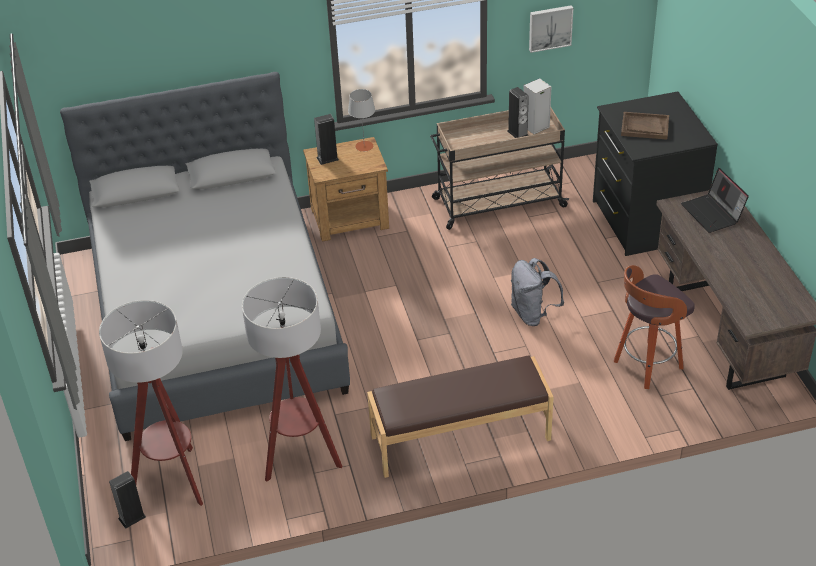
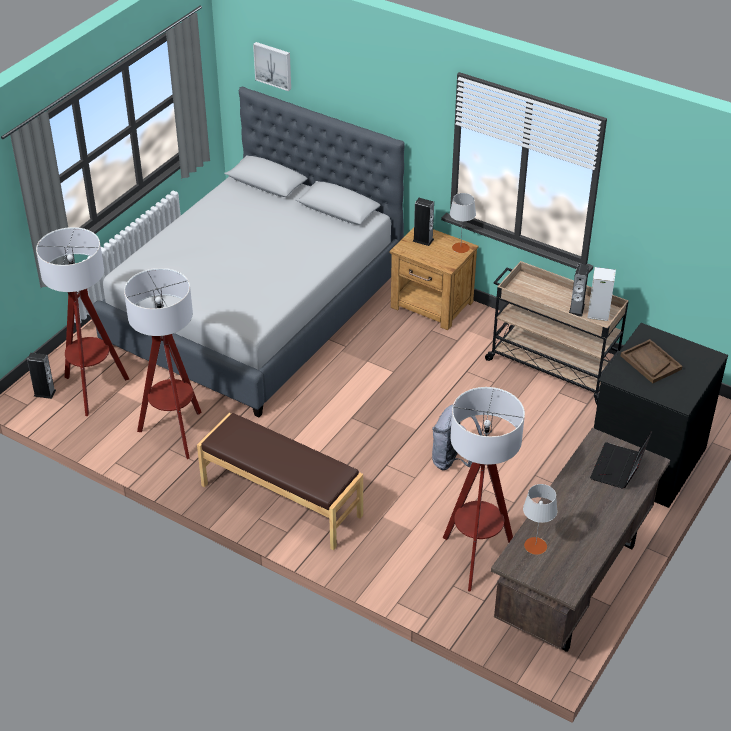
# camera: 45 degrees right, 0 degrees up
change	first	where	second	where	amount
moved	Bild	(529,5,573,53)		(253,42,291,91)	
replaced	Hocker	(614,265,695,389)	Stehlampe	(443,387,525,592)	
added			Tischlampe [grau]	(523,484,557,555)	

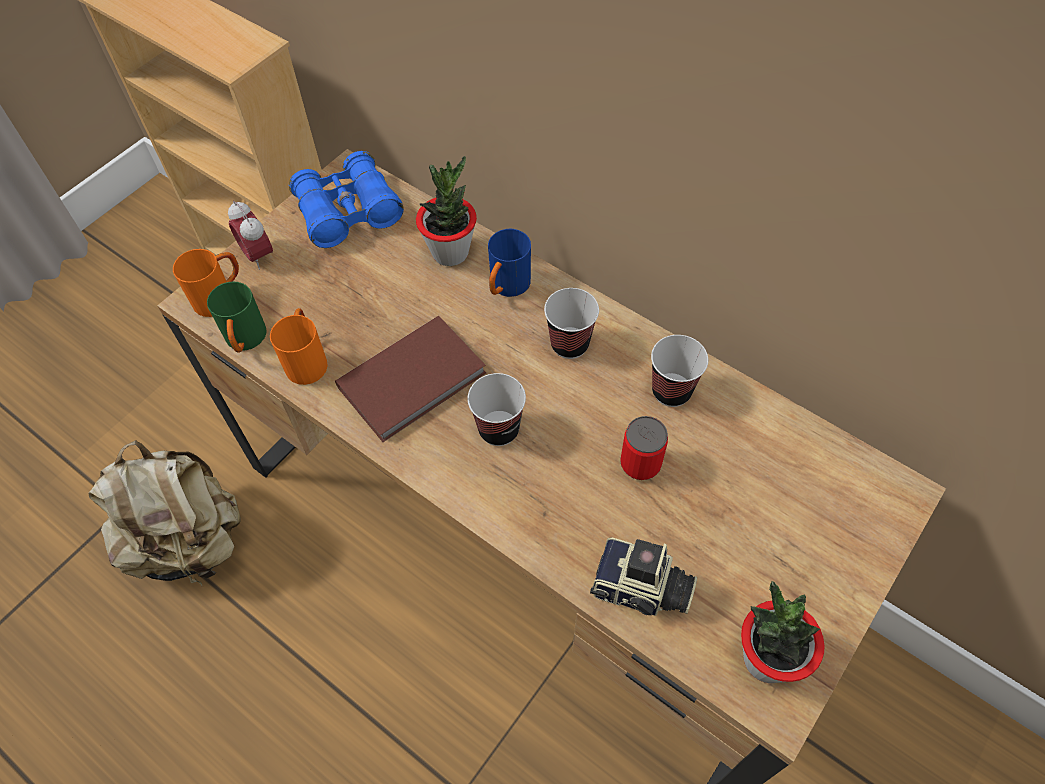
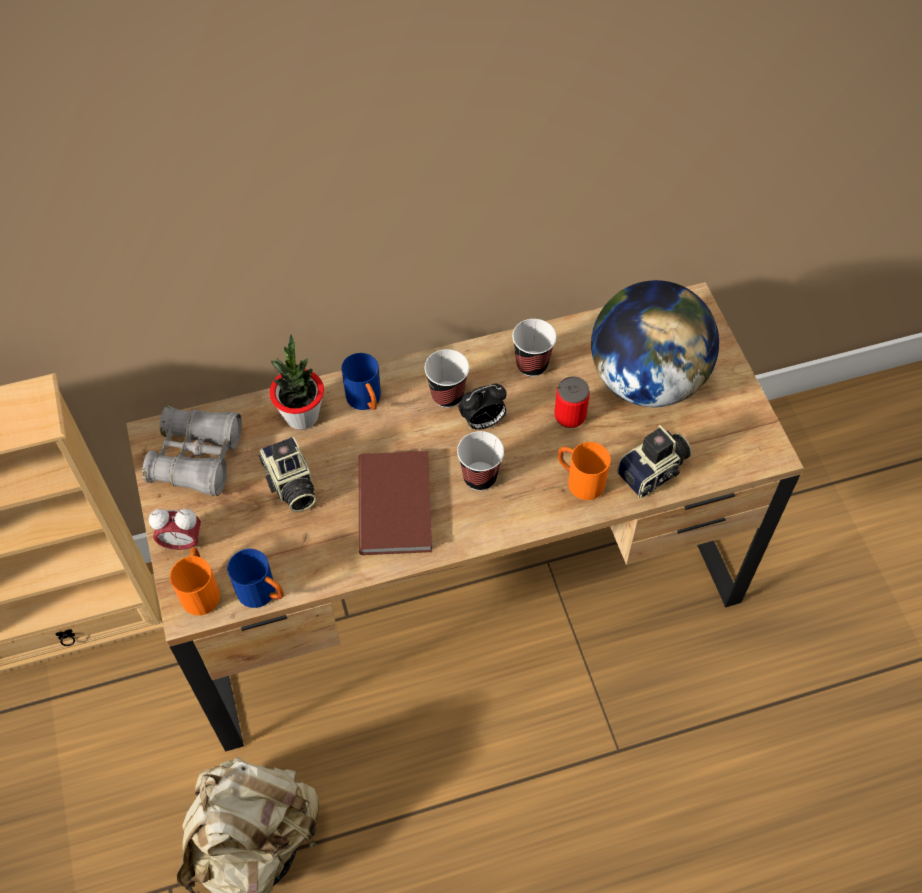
# camera: 55 degrees left, 0 degrees up
change	first	where	second	where	amount
recoloured	Fernglas [blau]	(289,151,404,248)	Fernglas [grau]	(142,405,242,496)	
recoloured	Henkelbecher [grün]	(207,282,267,353)	Henkelbecher [blau]	(227,549,284,608)	
moved	Henkelbecher [orange]	(270,308,328,385)		(558,442,611,500)	
removed	Topfpflanze	(741,581,825,683)			
added			Globus	(591,280,719,407)	
added			Wecker	(459,384,507,430)	
added			Kamera	(258,436,316,512)	

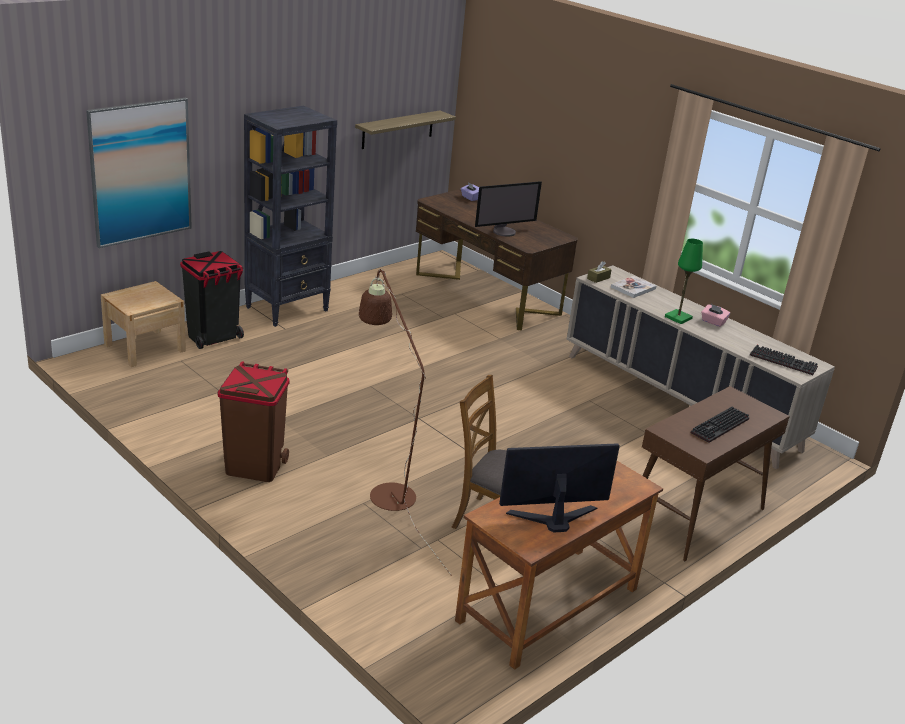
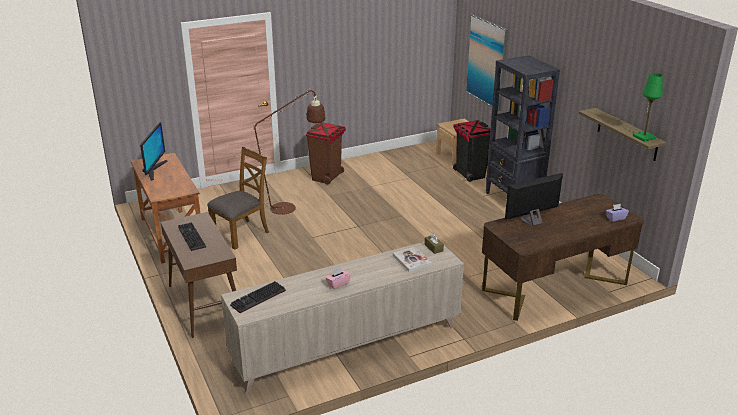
# camera: 110 degrees right, 0 degrees up
change	first	where	second	where	amount
turned	Monitor	(475,181,542,237)		(505,173,563,226)	75 degrees clockwise
moved	Tischlampe [grün]	(665,239,703,324)		(633,73,663,142)	

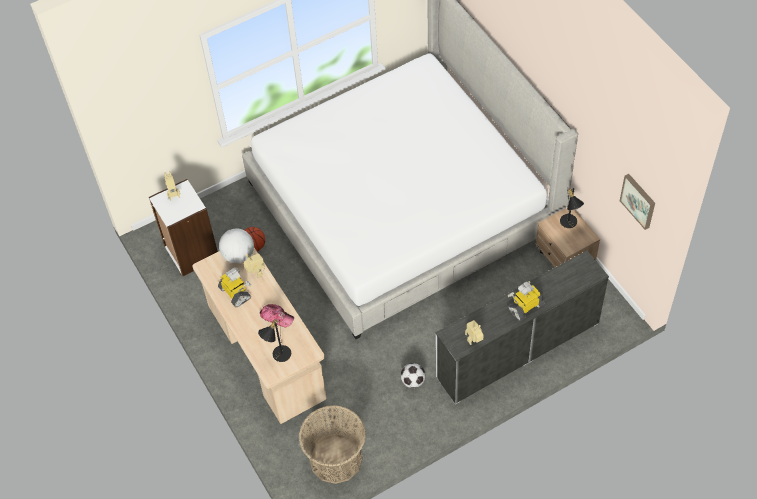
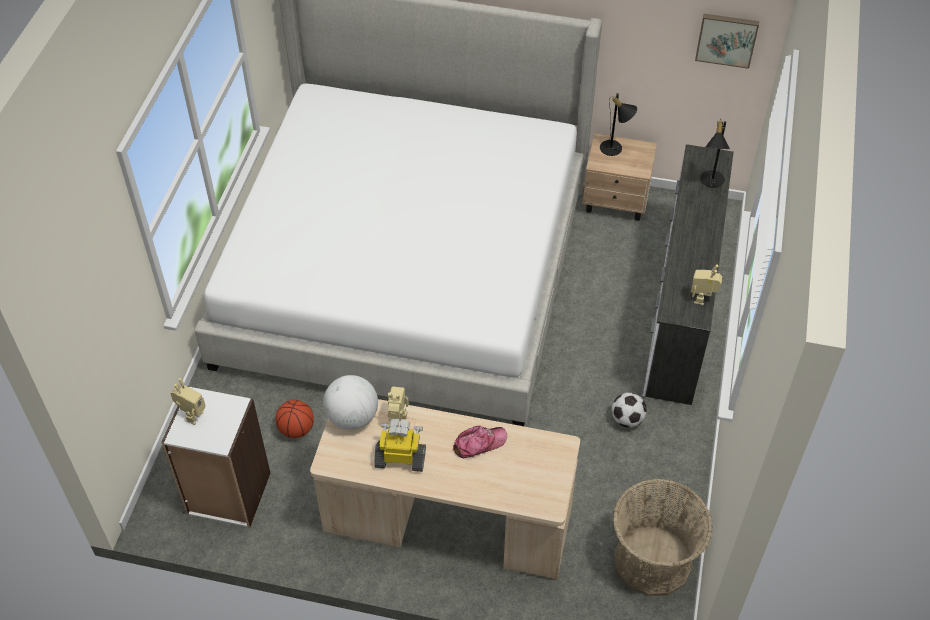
# camera: 50 degrees left, 5 degrees down
change	first	where	second	where	amount
removed	Spielzeugroboter	(508,281,545,321)			
moved	Tischlampe [schwarz]	(258,319,291,362)		(700,118,730,188)	

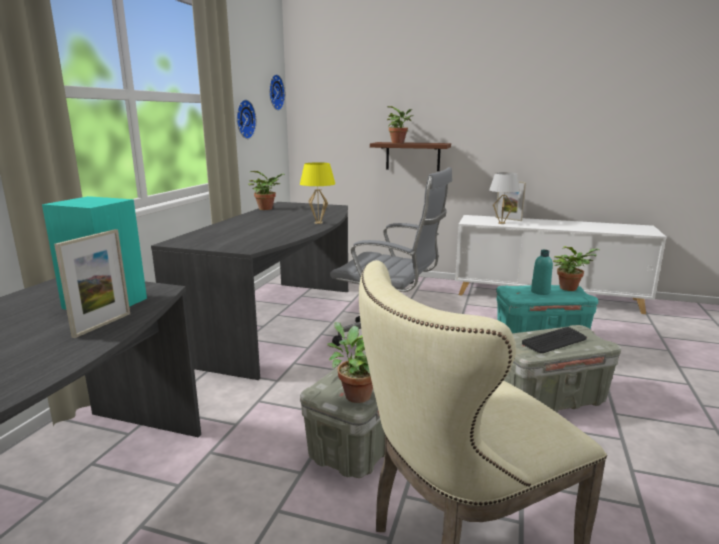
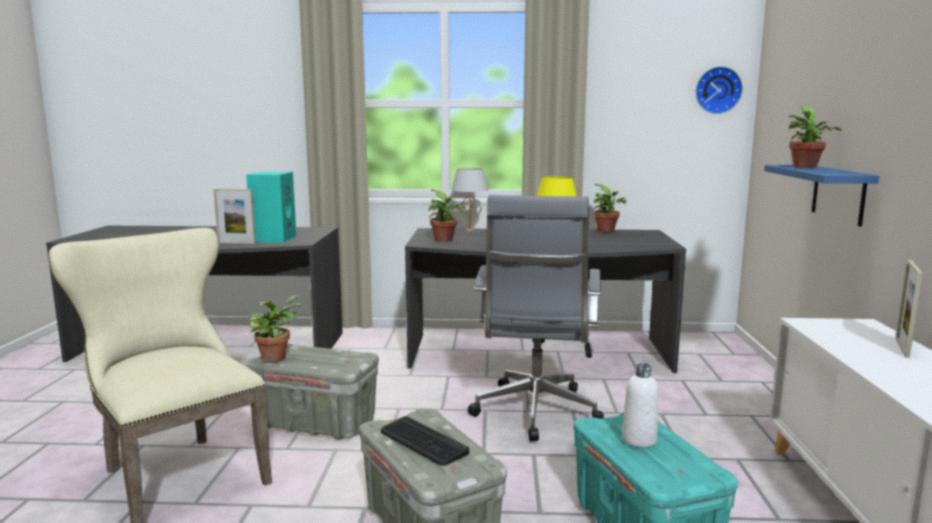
# camera: 75 degrees right, 5 degrees down
change	first	where	second	where	amount
removed	Wanduhr	(237,99,257,139)			
recoloured	Wandregal [braun]	(370,142,451,171)	Wandregal [blau]	(764,165,879,226)	
moved	Tischlampe [weiß]	(489,172,520,224)		(451,168,488,232)	
moved	Topfpflanze	(553,246,599,291)		(428,190,466,242)	
recoloured	Flasche [türkis]	(531,250,553,295)	Flasche [weiß]	(622,363,658,447)	

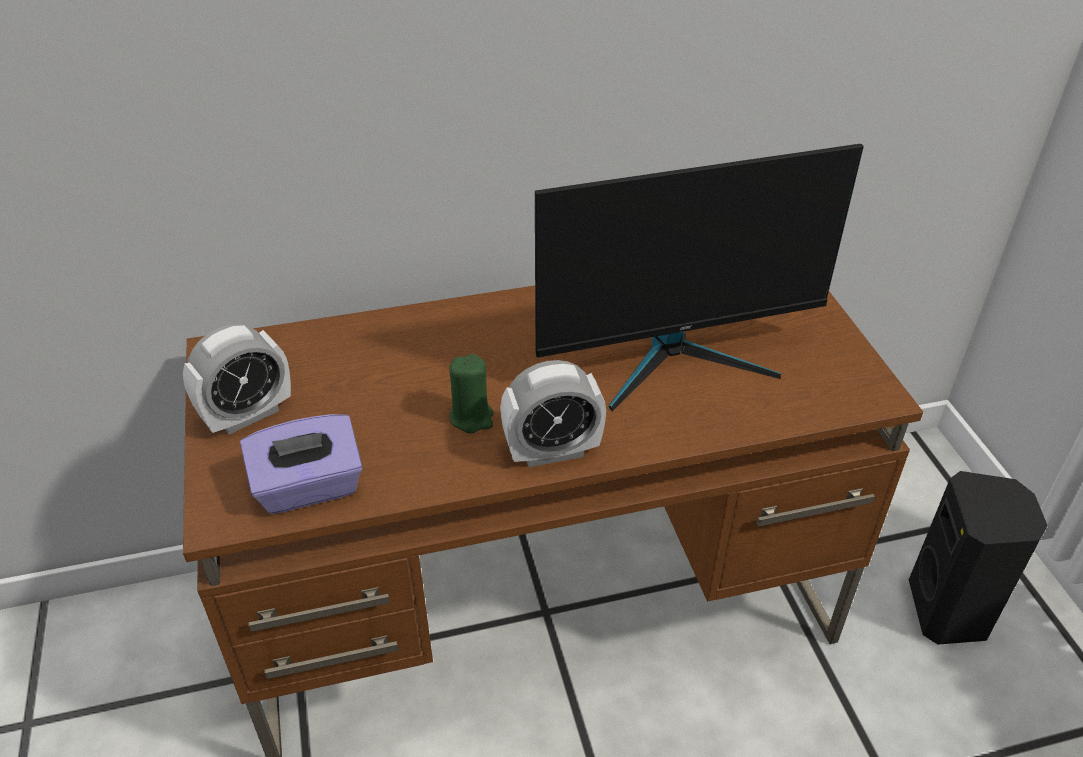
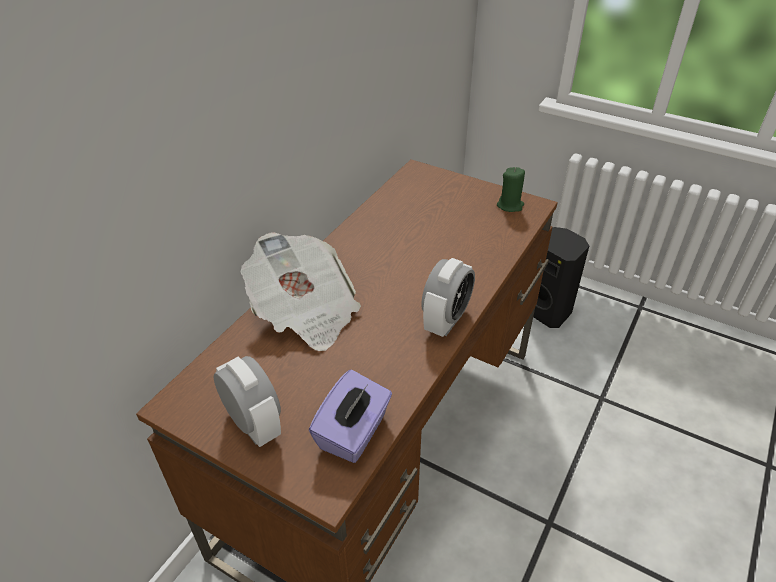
# camera: 45 degrees left, 0 degrees up
change	first	where	second	where	amount
removed	Monitor	(535,144,864,411)			
turned	Wecker	(183,324,291,435)		(214,356,281,447)	45 degrees counterclockwise
moved	Kerze [grün]	(449,354,493,434)		(497,167,525,212)	
added			Zeitung	(241,232,361,351)	

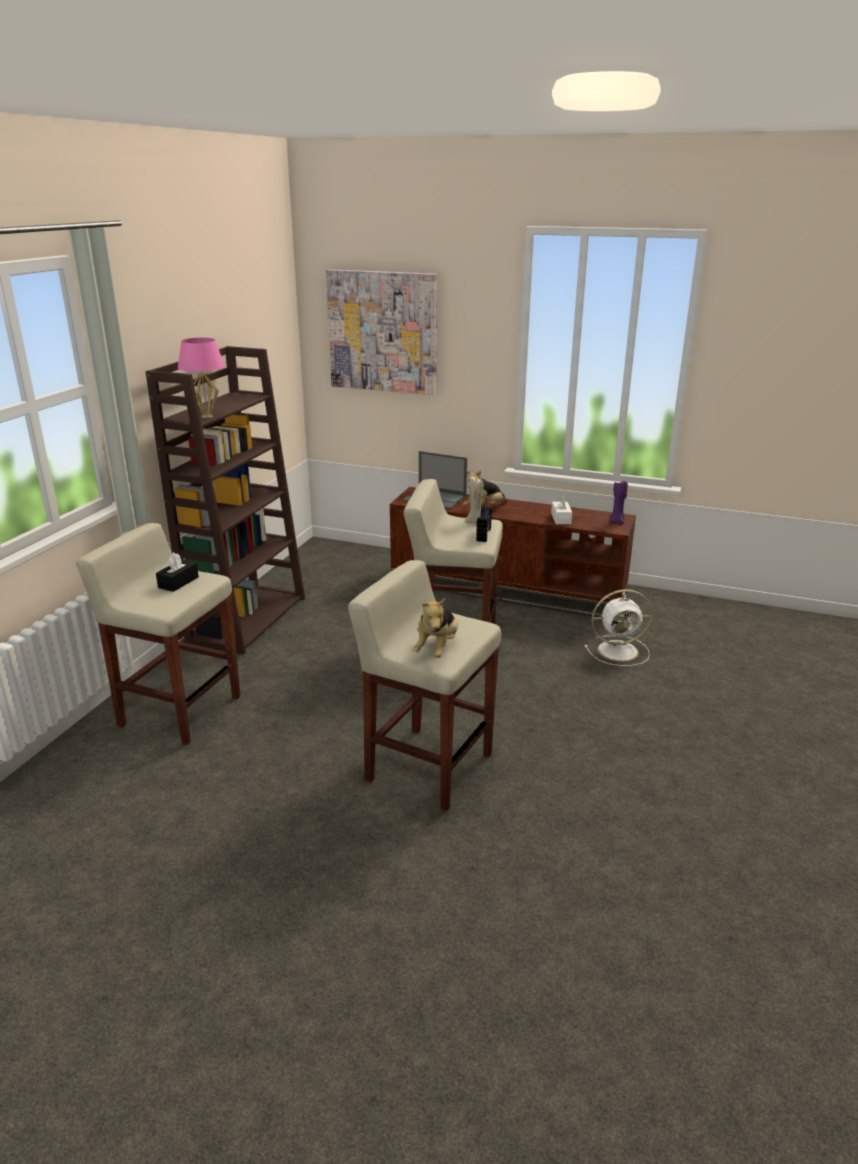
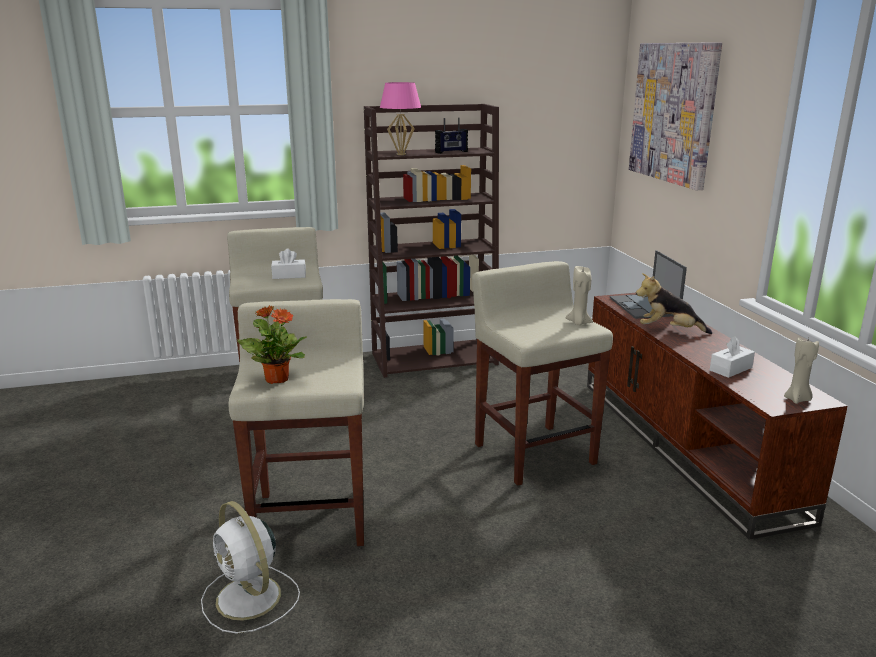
# camera: 55 degrees right, 5 degrees down
change	first	where	second	where	amount
recoloured	Kerze [lila]	(609,479,628,524)	Kerze [beige]	(784,338,819,404)	
moved	Radio	(476,498,492,542)		(435,117,468,154)	
recoloured	Taschentuchbox [schwarz]	(156,553,199,592)	Taschentuchbox [weiß]	(271,249,306,279)	
moved	Ventilator [weiß]	(585,589,653,666)		(201,501,300,634)	
replaced	Plüschtier	(412,598,458,658)	Topfpflanze	(237,305,307,384)	

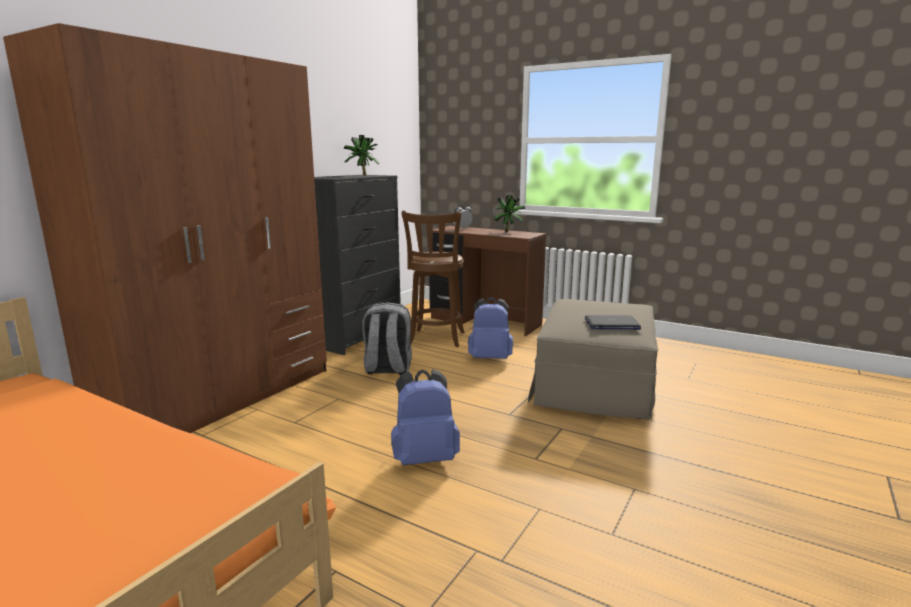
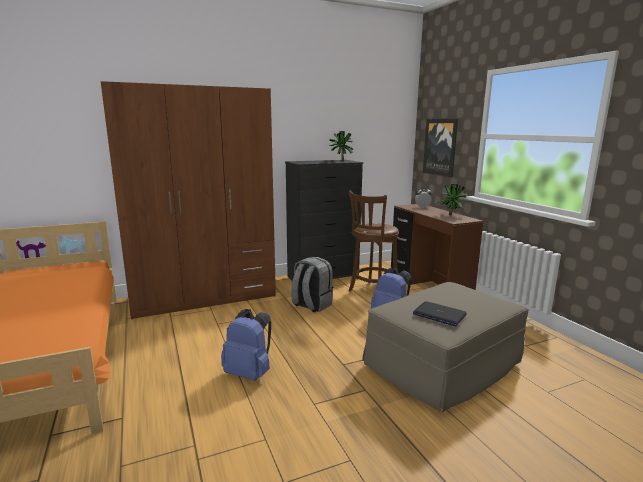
# camera: 35 degrees right, 0 degrees up
change	first	where	second	where	amount
added			Bild	(423,119,458,177)	

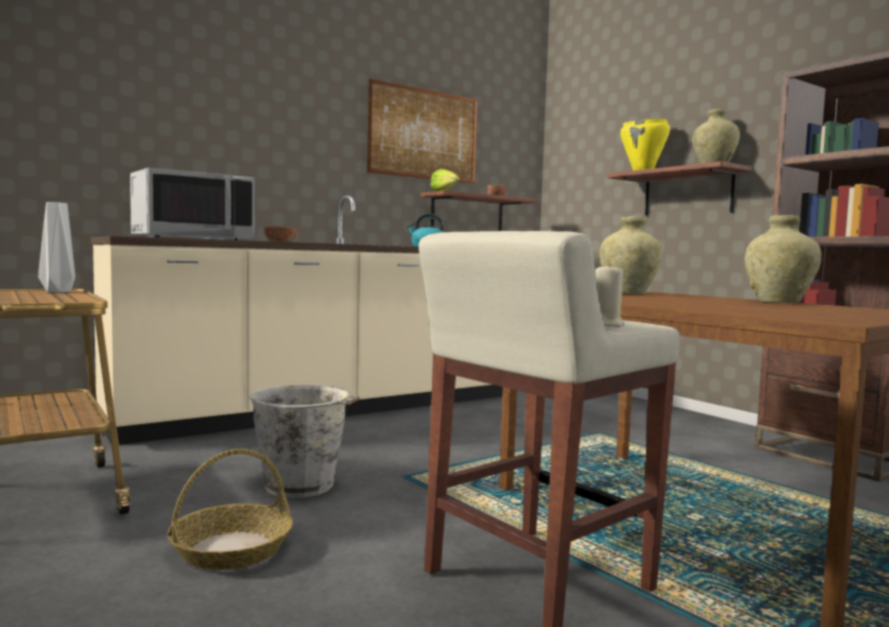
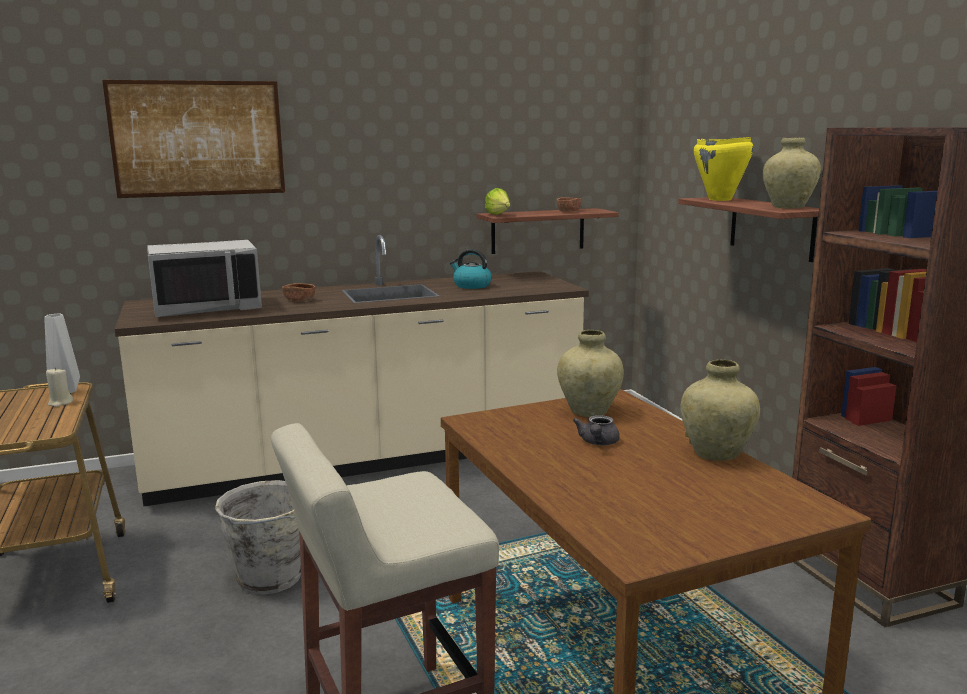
# camera: 15 degrees right, 10 degrees up
change	first	where	second	where	amount
moved	Bild	(367,79,477,183)		(102,80,285,198)	
moved	Kerze [beige]	(595,263,625,327)		(46,367,73,407)	
removed	Korb	(167,449,293,570)			
added			Teekanne [grau]	(573,415,620,445)	

